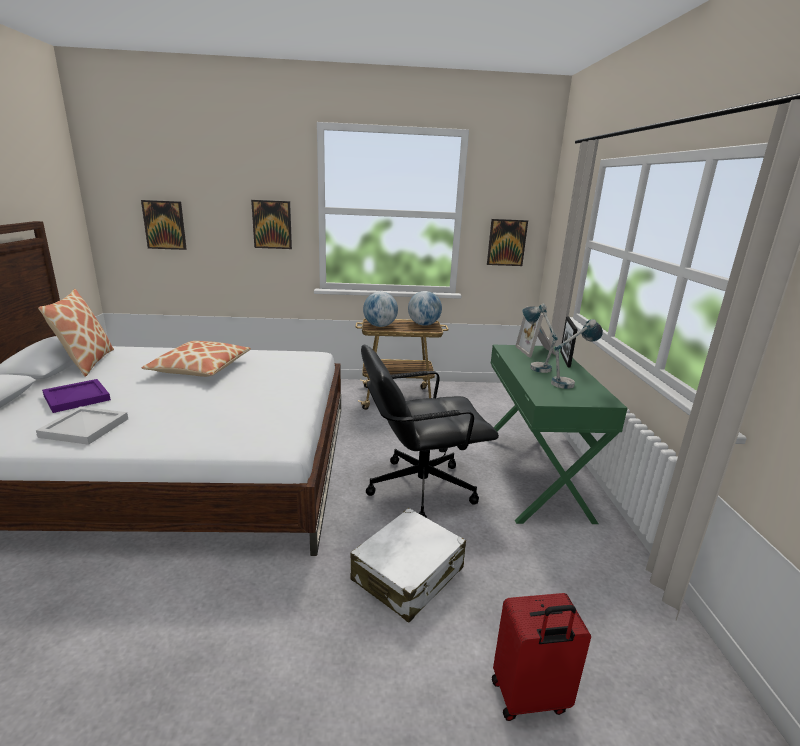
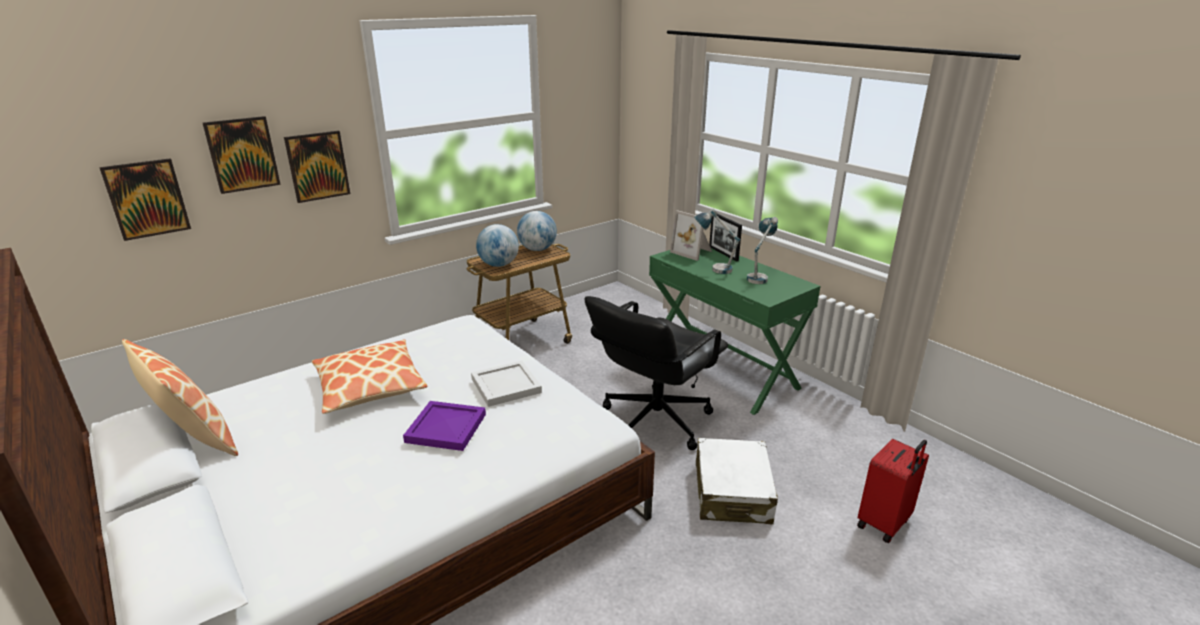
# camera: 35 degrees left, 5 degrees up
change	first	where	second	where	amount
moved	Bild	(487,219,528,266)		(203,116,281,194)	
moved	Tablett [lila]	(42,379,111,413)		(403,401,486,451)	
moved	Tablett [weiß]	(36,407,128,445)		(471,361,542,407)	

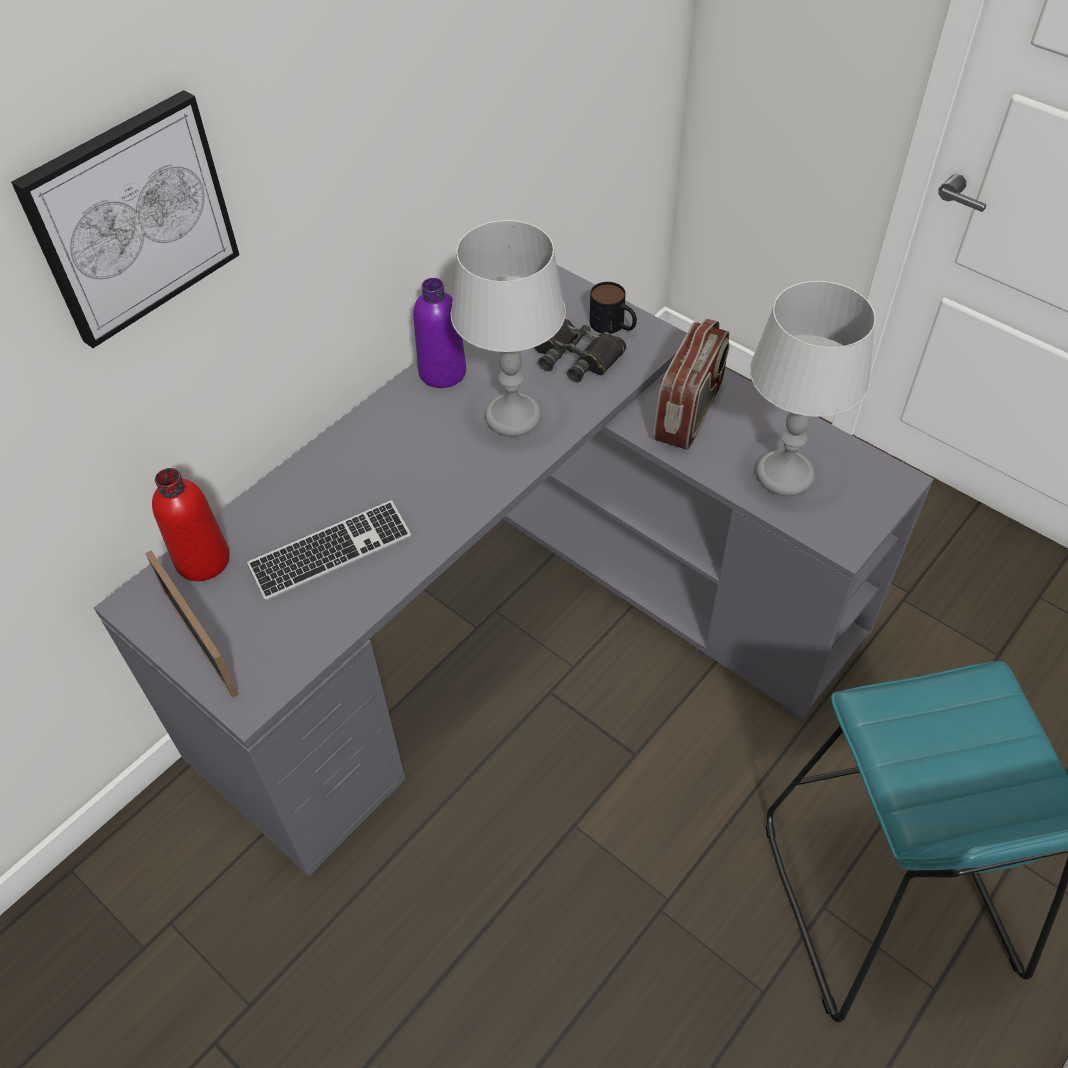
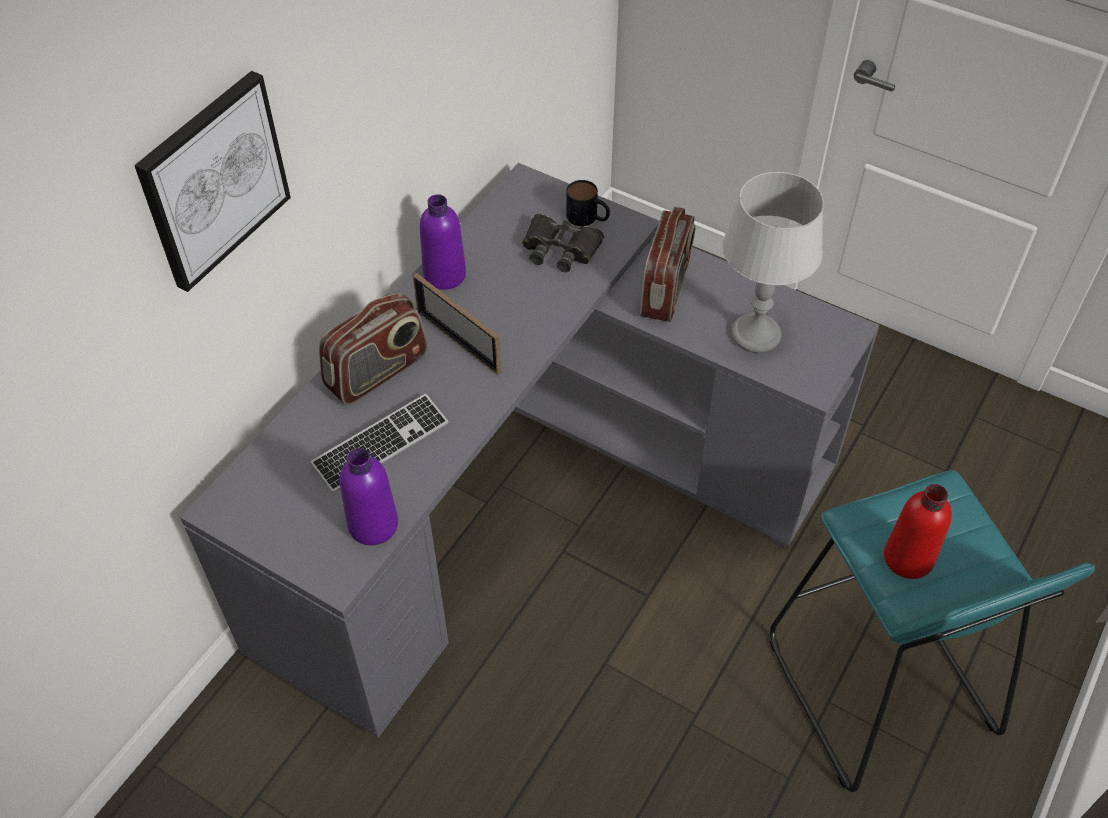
# camera: 10 degrees left, 0 degrees up
change	first	where	second	where	amount
removed	Tischlampe [grau]	(451,220,566,437)			
moved	Flasche [rot]	(152,468,230,581)		(884,484,952,579)	
moved	Bilderrahmen	(146,550,239,698)		(413,273,501,375)	
added			Radio	(319,293,428,405)	
added			Flasche [lila]	(340,448,398,545)	

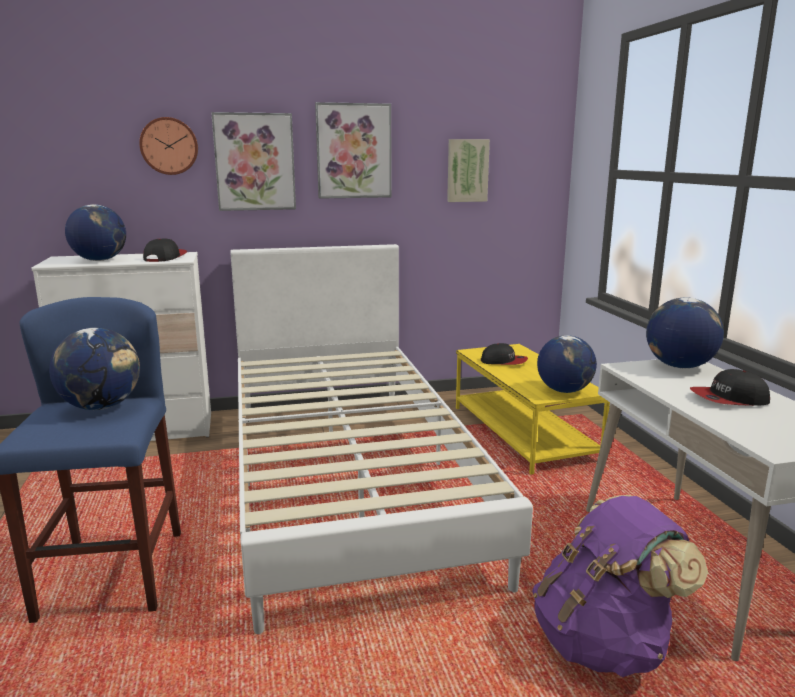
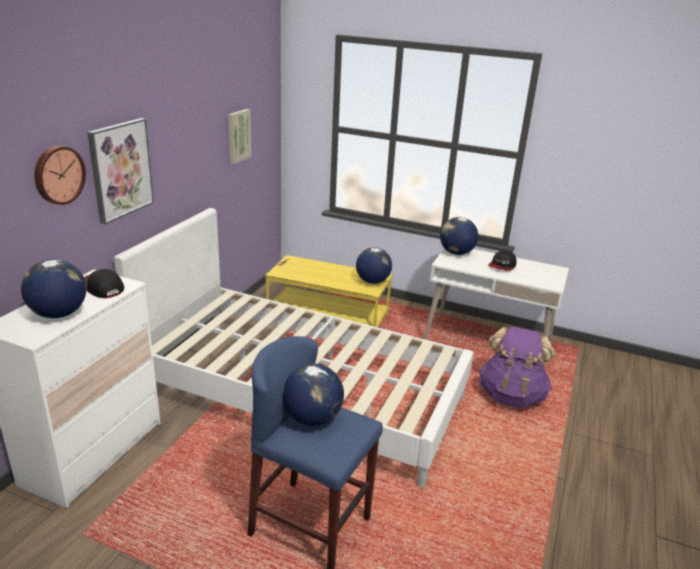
# camera: 55 degrees left, 10 degrees up
change	first	where	second	where	amount
removed	Bild	(315,102,392,199)			
removed	Kappe	(481,343,528,365)			

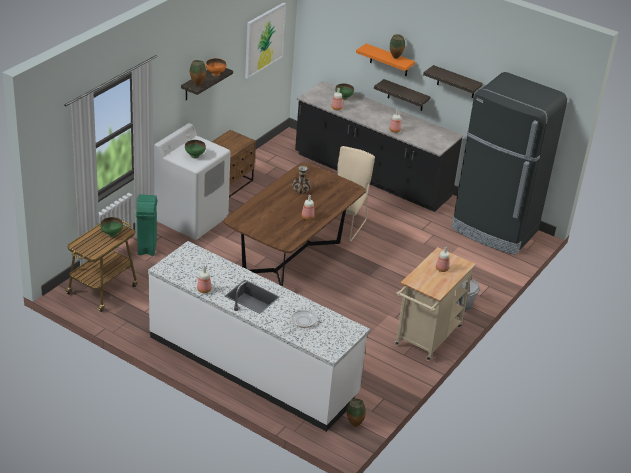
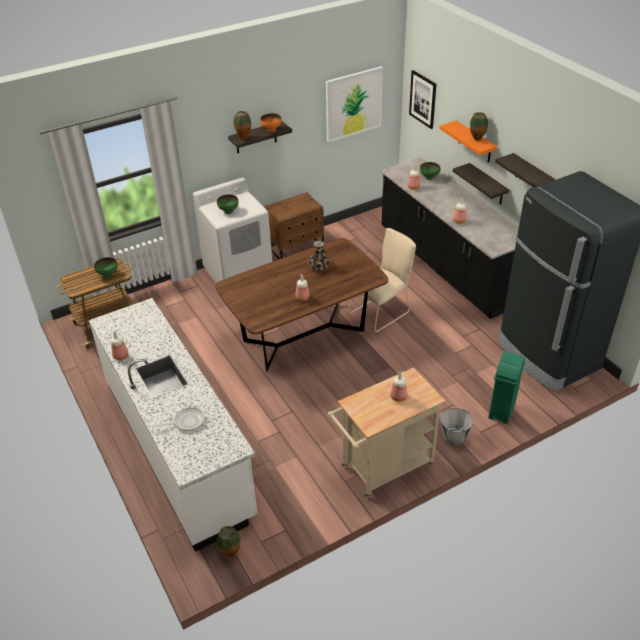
# camera: 30 degrees right, 5 degrees up
change	first	where	second	where	amount
moved	Mülleimer [grün]	(136,194,157,256)		(488,352,526,424)	
added			Bild	(409,70,436,129)	

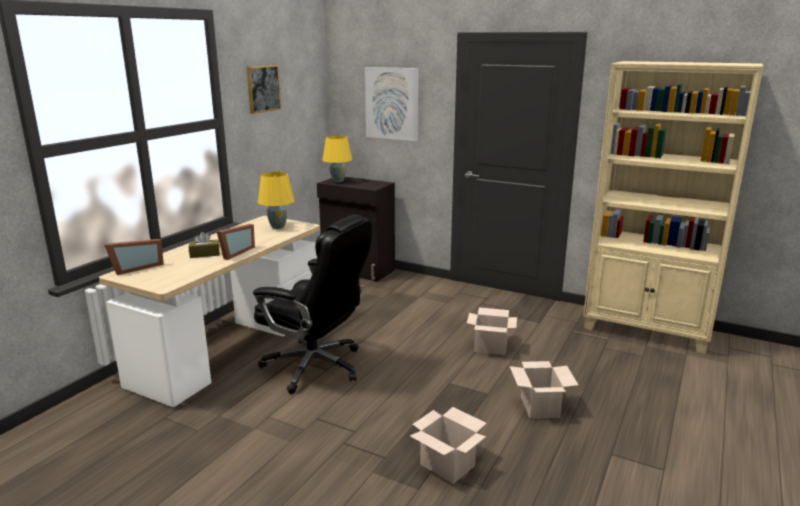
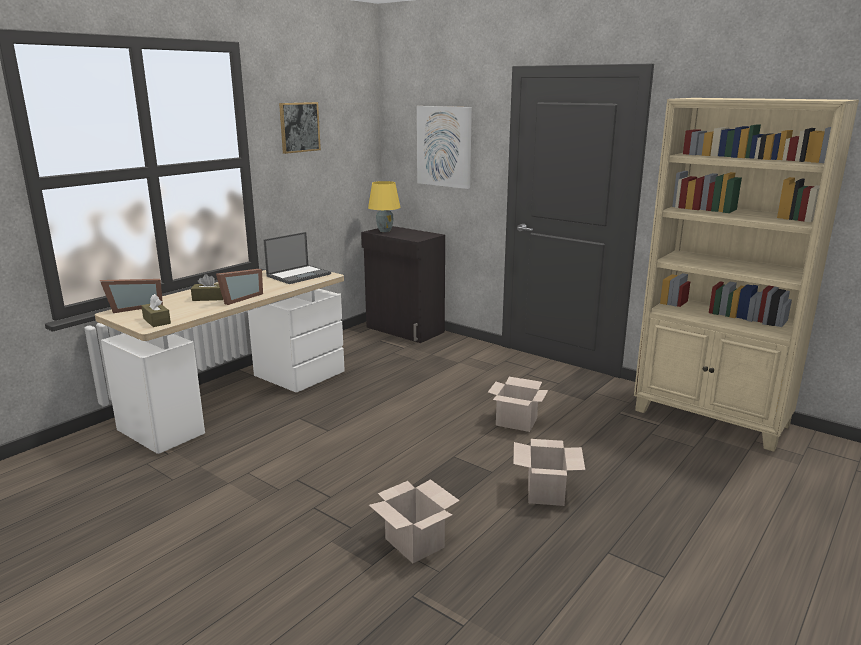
# camera: 10 degrees right, 0 degrees up
change	first	where	second	where	amount
replaced	Tischlampe [gelb]	(258,172,294,229)	Laptop	(264,232,331,284)	
removed	Bürostuhl [schwarz]	(253,214,372,394)			
added			Taschentuchbox [braun]	(141,294,171,327)	

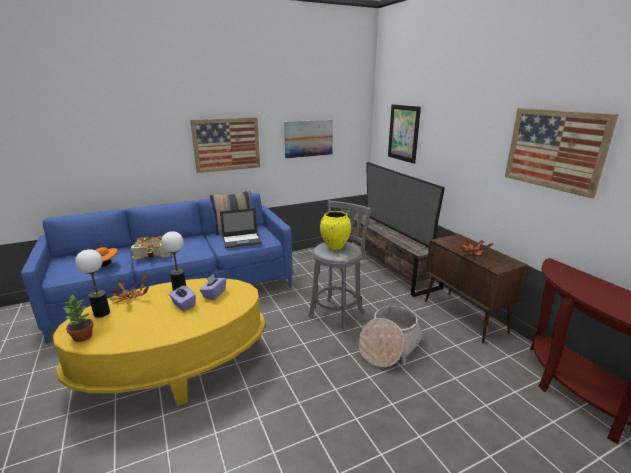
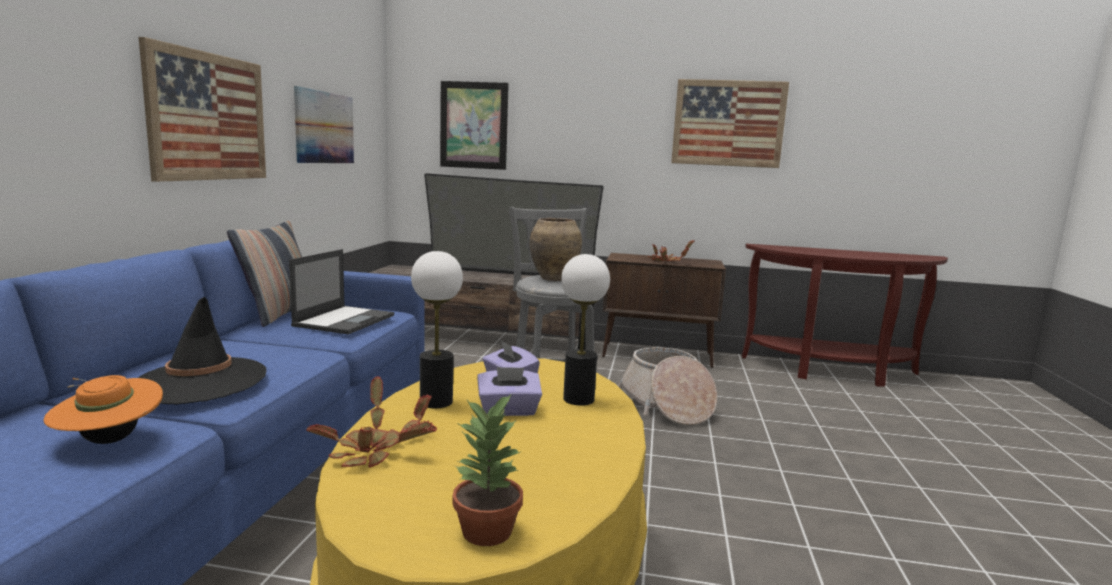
# camera: 55 degrees left, 10 degrees down
change	first	where	second	where	amount
recoloured	Vase [gelb]	(320,211,351,250)	Vase [braun]	(529,218,582,281)	
replaced	Buch	(130,236,171,260)	Hut [schwarz]	(138,296,266,404)	
moved	Tischlampe	(75,249,110,318)		(561,254,610,405)	

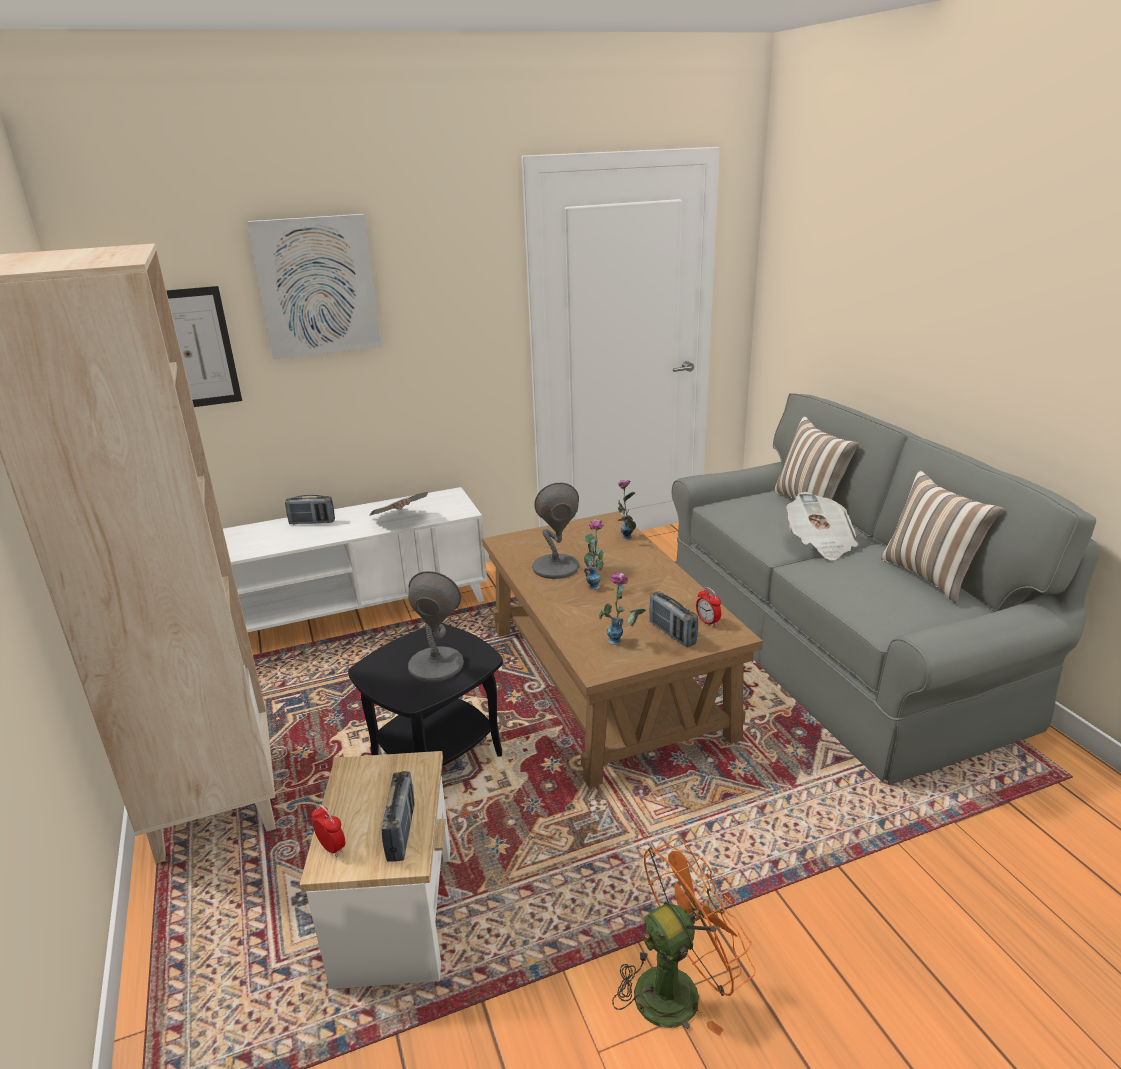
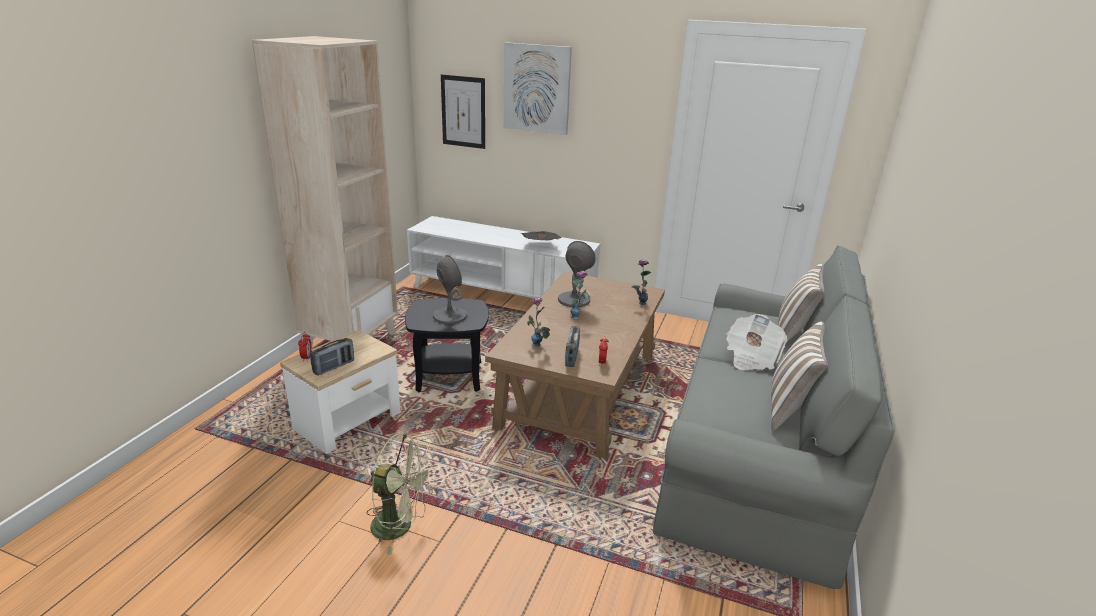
# camera: 40 degrees right, 0 degrees up
change	first	where	second	where	amount
removed	Radio	(285,495,335,525)			
recoloured	Ventilator [orange]	(612,838,756,1036)	Ventilator [grün]	(367,432,434,555)	

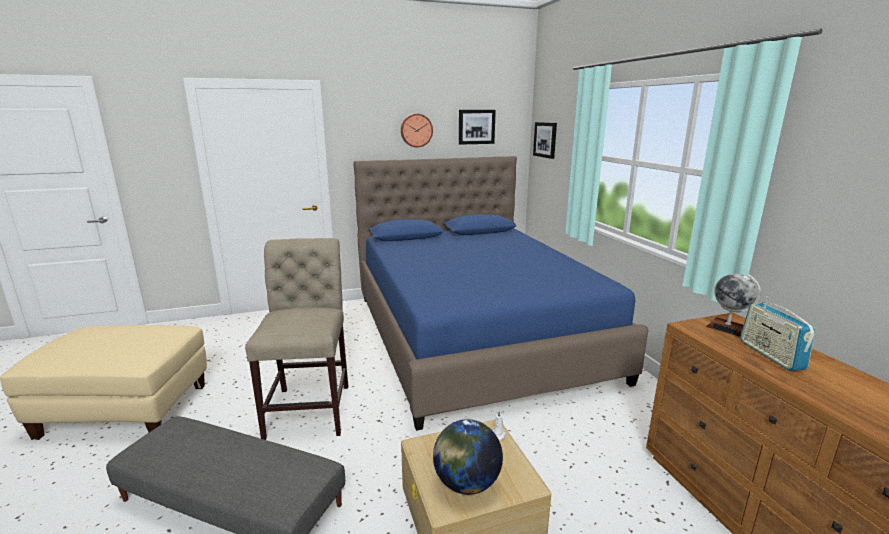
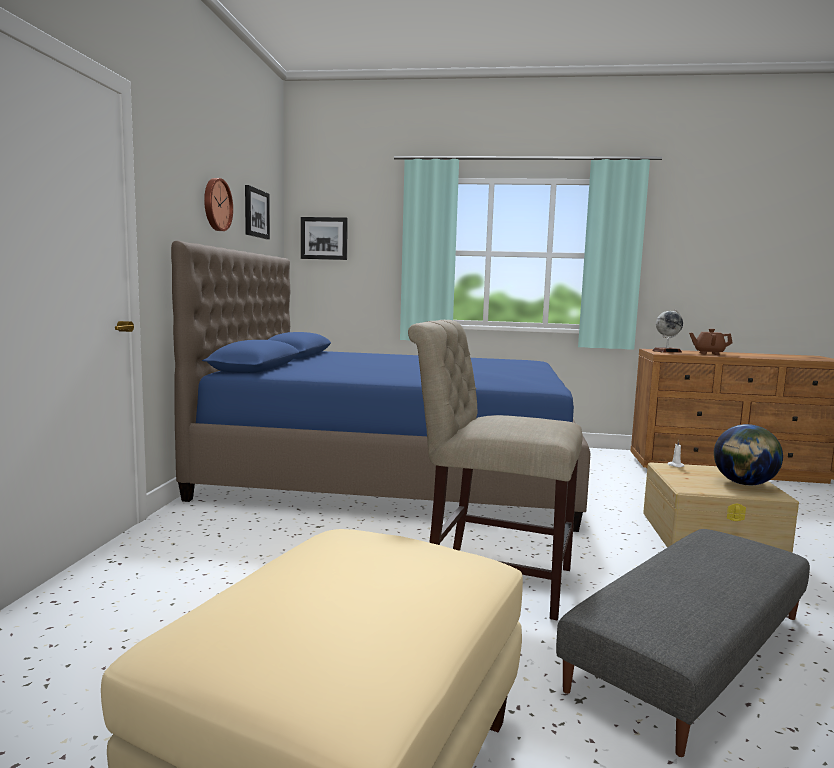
# camera: 65 degrees left, 10 degrees down
change	first	where	second	where	amount
replaced	Radio	(740,297,815,371)	Teekanne [braun]	(689,329,732,355)	

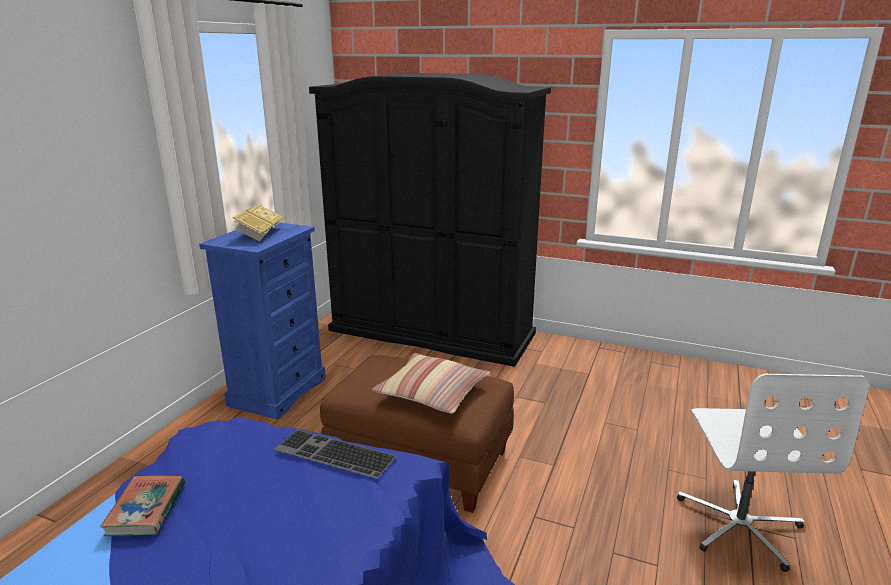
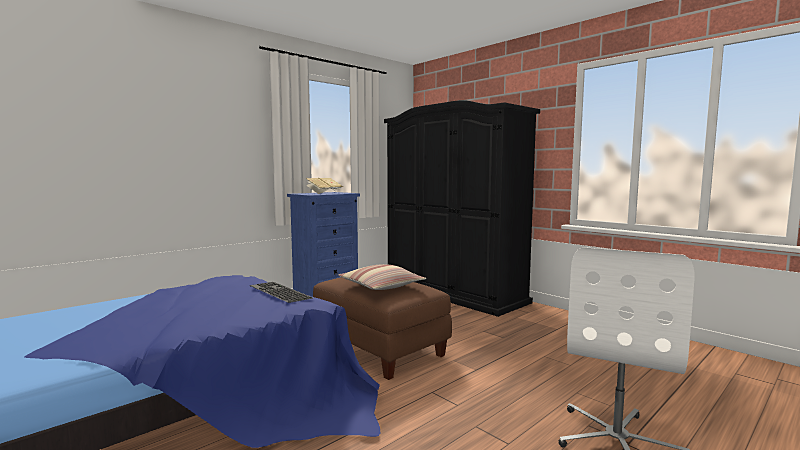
# camera: 25 degrees right, 15 degrees down
change	first	where	second	where	amount
removed	Buch	(100,476,185,536)			

